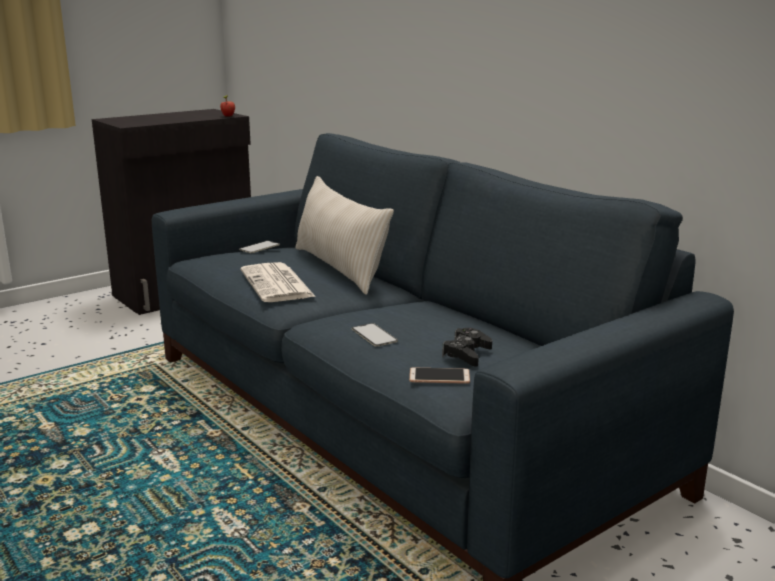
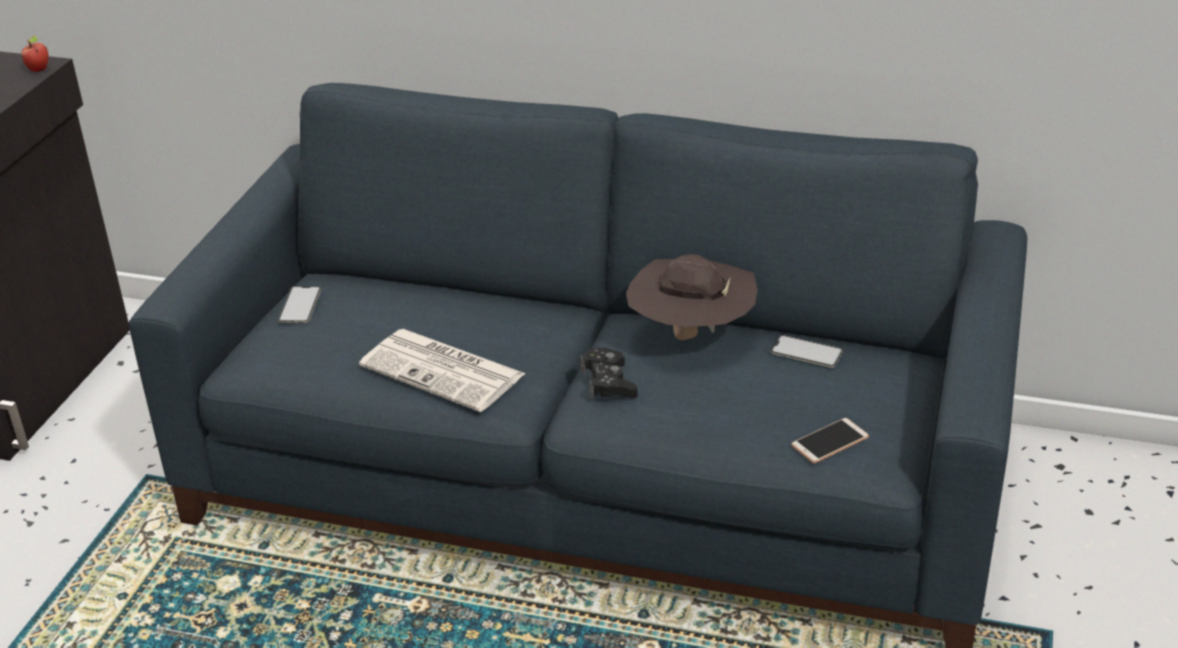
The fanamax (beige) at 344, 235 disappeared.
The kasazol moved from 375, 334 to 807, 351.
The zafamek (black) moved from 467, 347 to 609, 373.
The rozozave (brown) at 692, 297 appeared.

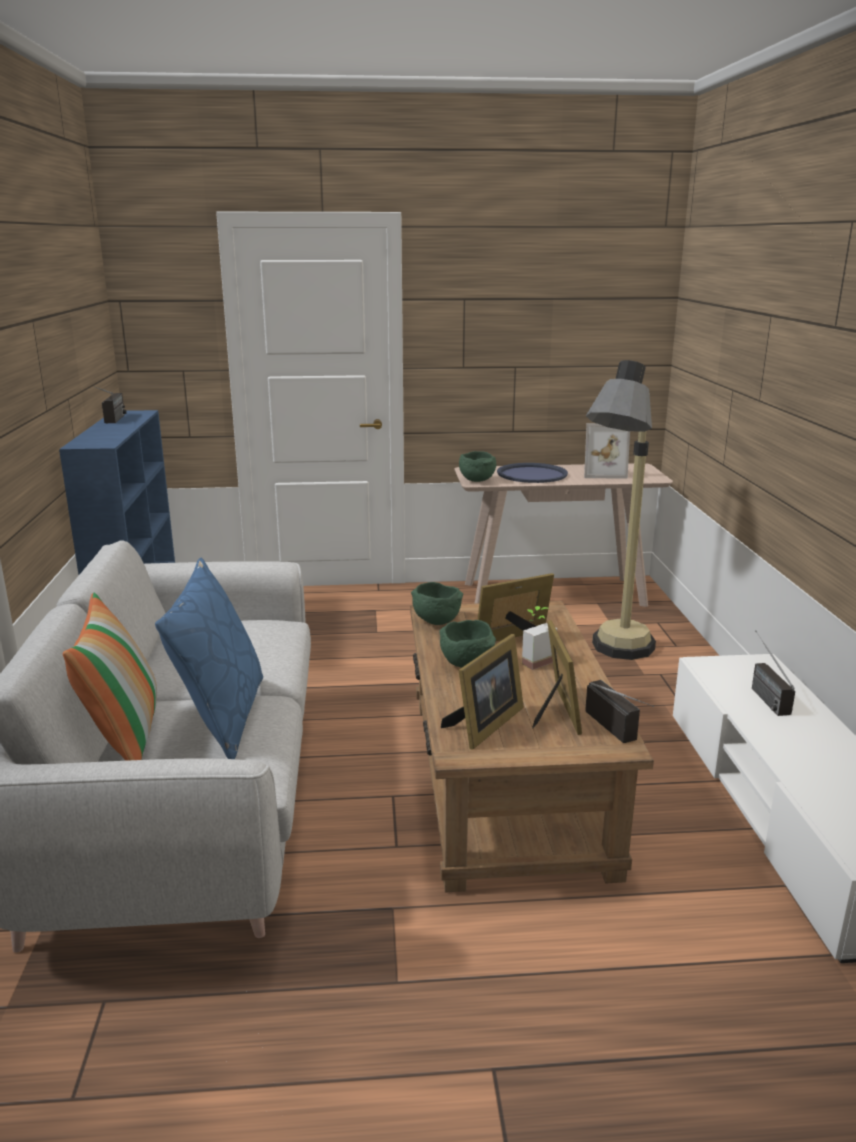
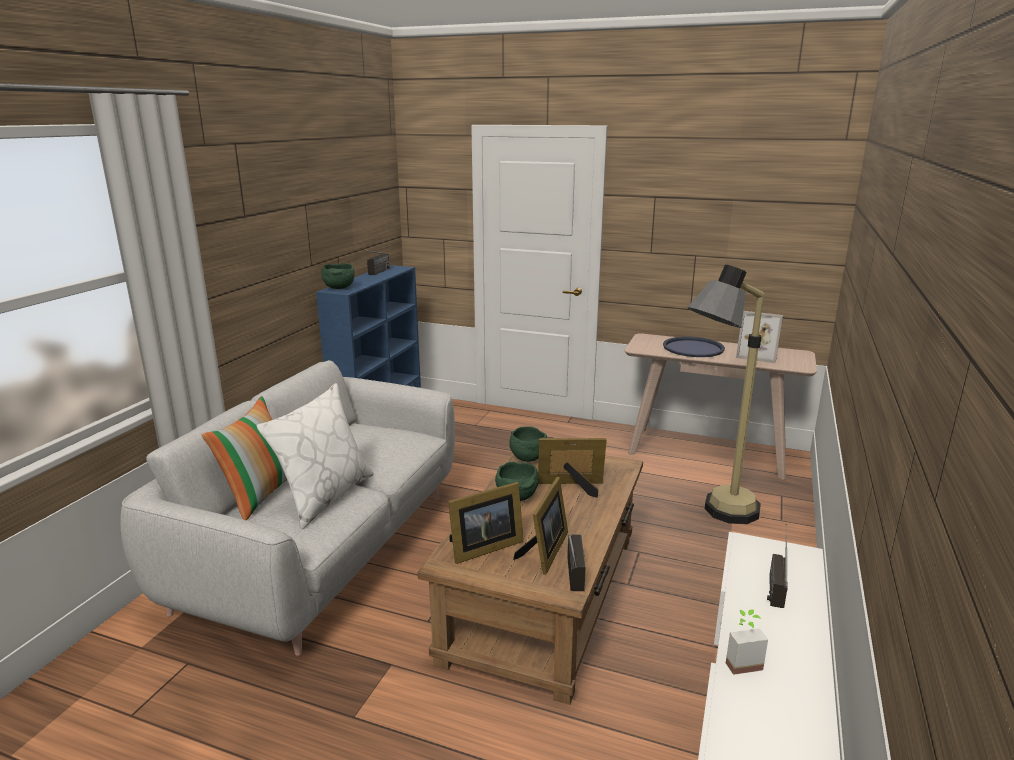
The fanamax (blue) at 209, 658 became the fanamax (white) at 315, 456.
The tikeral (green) moved from 478, 466 to 338, 276.
The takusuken moved from 539, 638 to 747, 642.

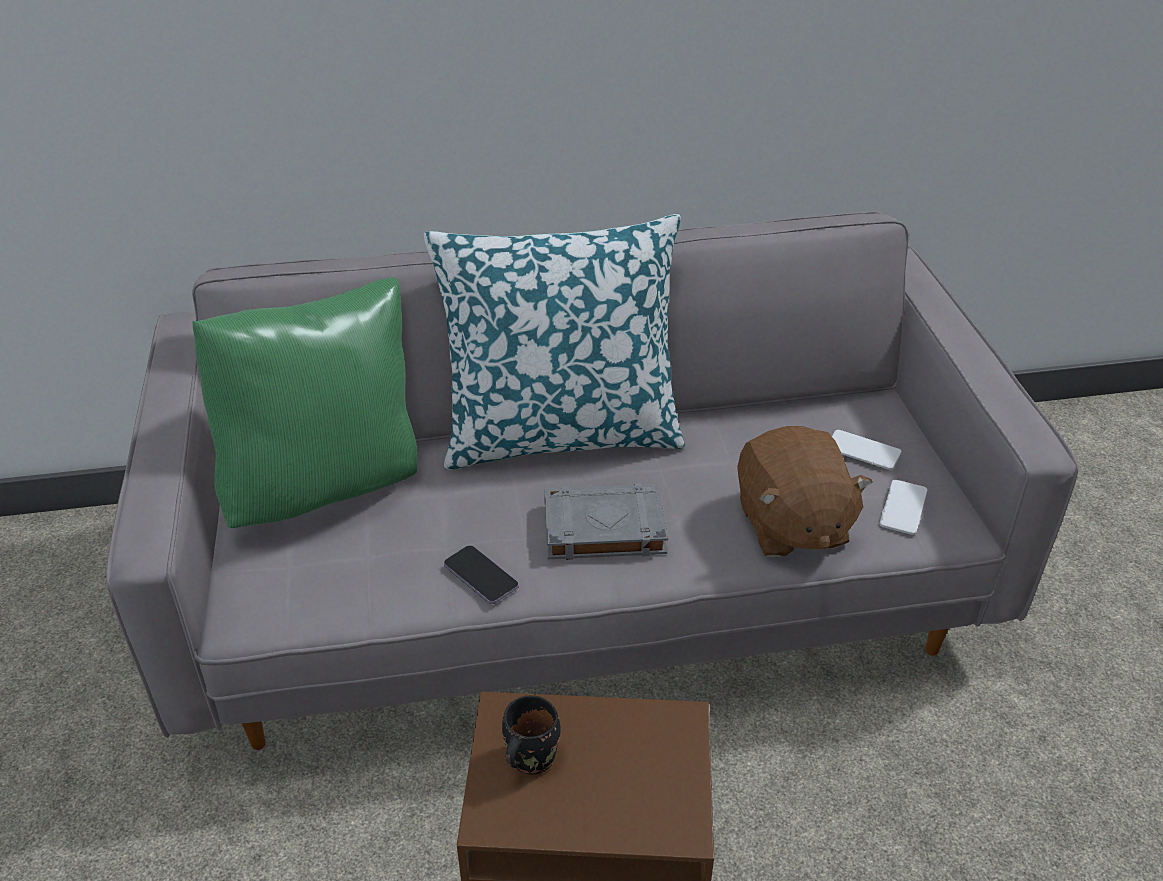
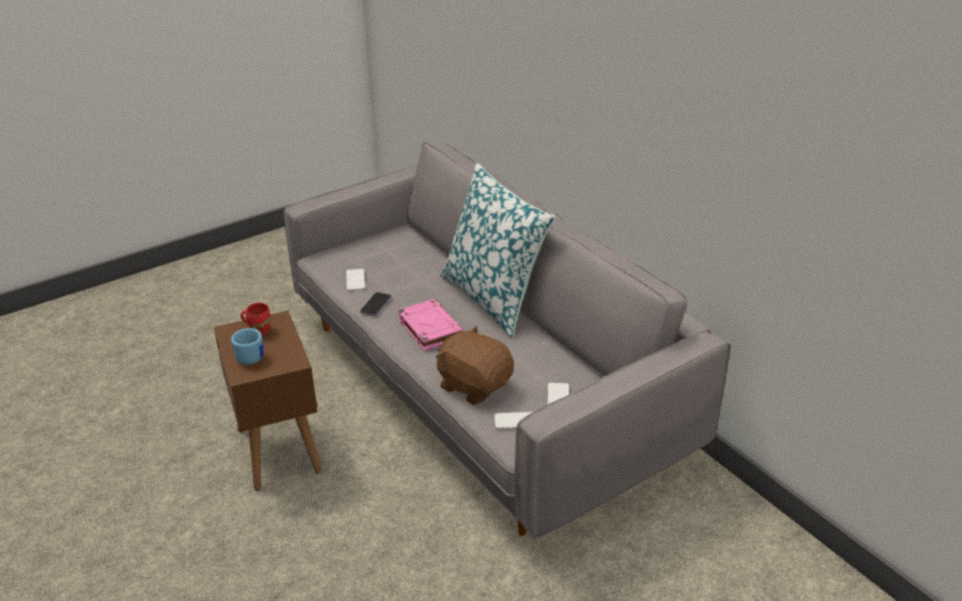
The fanamax (green) at 305, 402 disappeared.
The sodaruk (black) at 531, 734 became the sodaruk (red) at 255, 319.
The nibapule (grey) at 606, 521 became the nibapule (pink) at 430, 325.
The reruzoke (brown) at 805, 492 turned 75 degrees clockwise.
The sodaruk (blue) at 247, 346 appeared.
The kasazol at 355, 279 appeared.

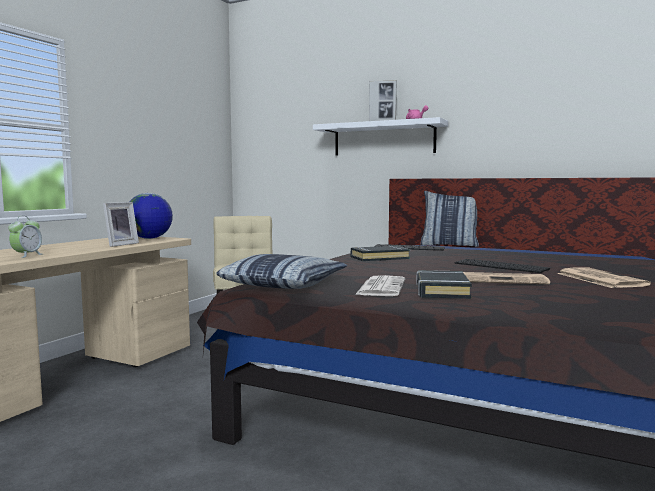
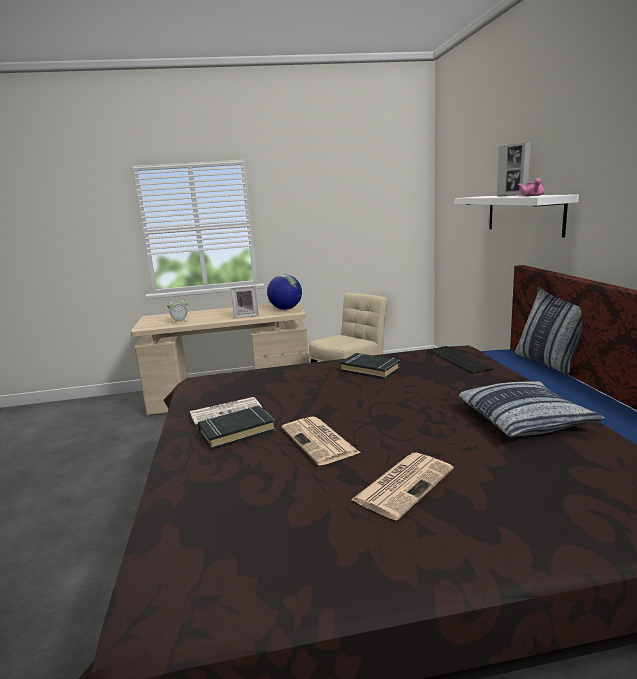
The fanamax moved from 282, 271 to 532, 409.
The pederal at 502, 266 disappeared.

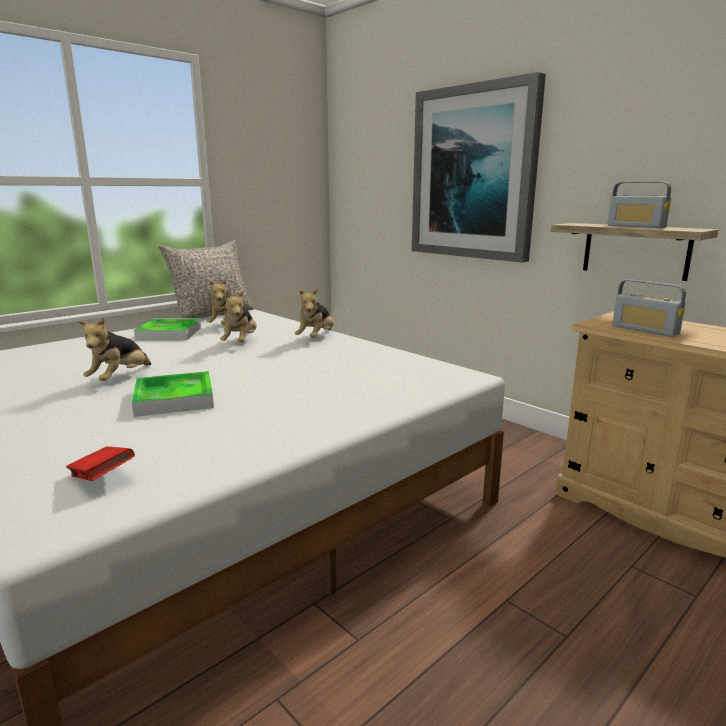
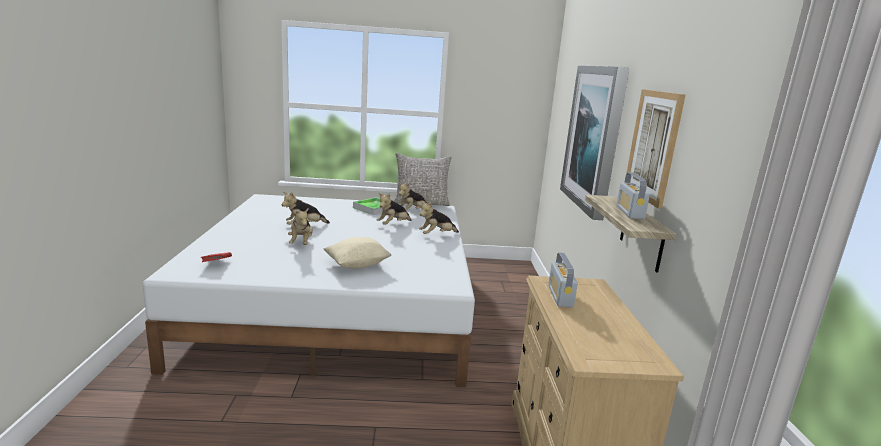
The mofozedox at 173, 394 was replaced by the reruzoke at 300, 226.
The fanamax (beige) at 357, 253 appeared.
The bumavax at 656, 149 appeared.

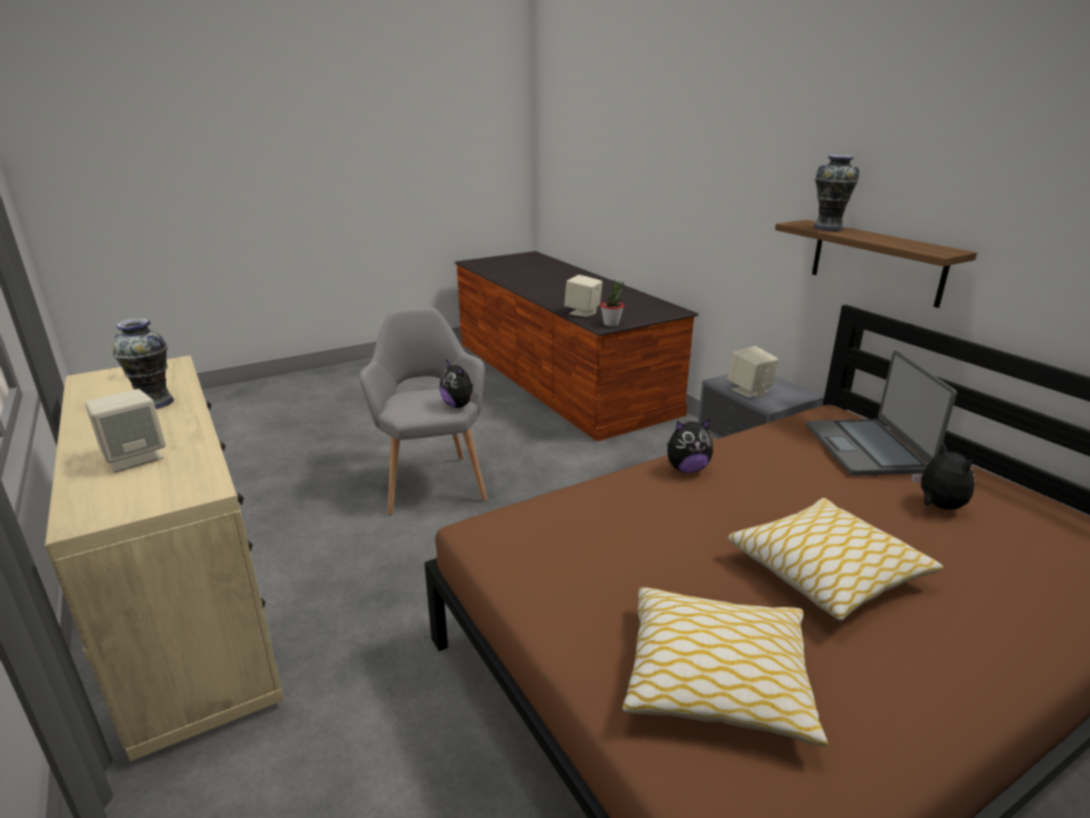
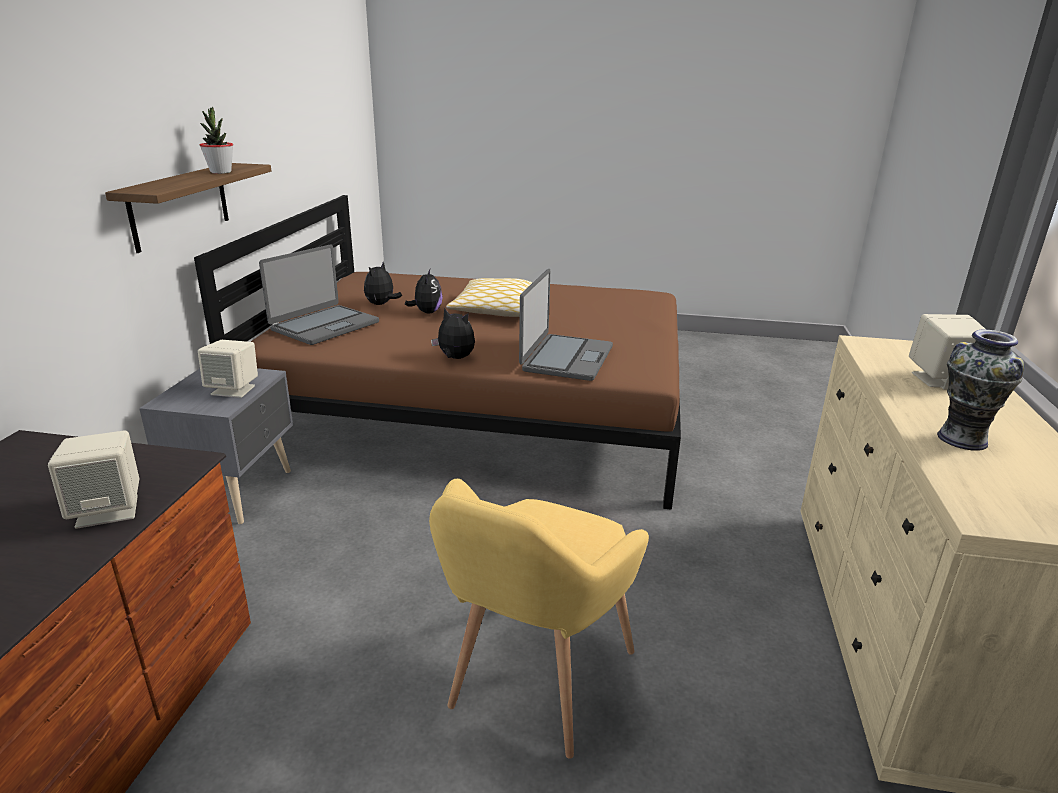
The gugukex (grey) at 423, 411 became the gugukex (yellow) at 539, 619.
The reruzoke moved from 459, 384 to 423, 291.
The takusuken moved from 612, 303 to 216, 140.
The fanamax at 725, 667 disappeared.
The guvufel at 836, 193 disappeared.
The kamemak at 566, 325 appeared.

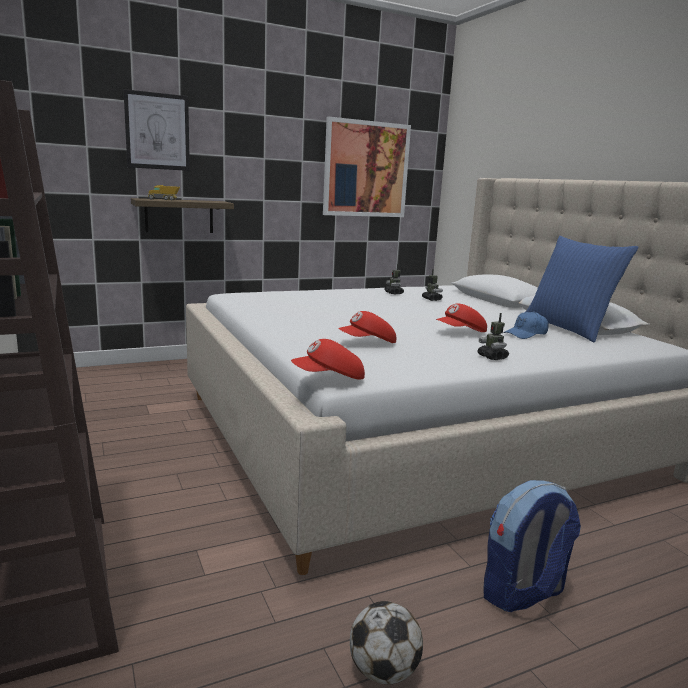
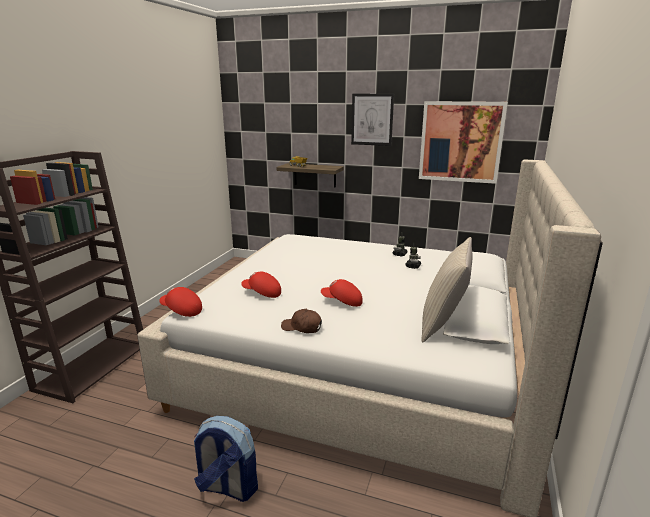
The bumavax moved from 156, 130 to 372, 120.
The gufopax at 386, 643 disappeared.
The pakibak at 493, 336 was replaced by the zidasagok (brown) at 301, 321.
The zidasagok (blue) at 525, 325 disappeared.
The fanamax (blue) at 582, 289 became the fanamax (beige) at 447, 289.

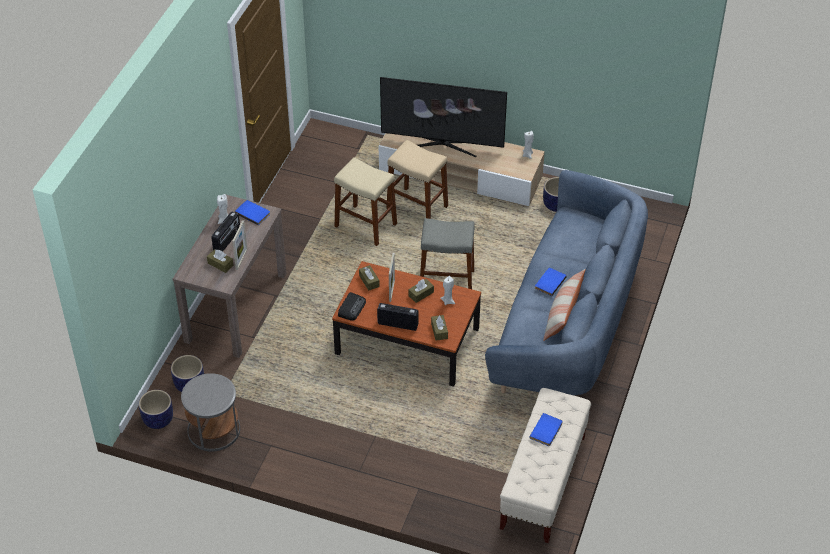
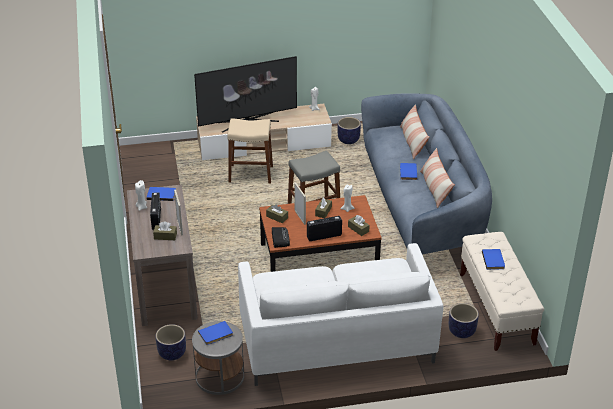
The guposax moved from 156, 409 to 464, 320.
The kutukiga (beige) at 365, 201 disappeared.
The nibapule (blue) at 215, 333 appeared.
The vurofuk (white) at 340, 314 appeared.
The fanamax at 414, 131 appeared.

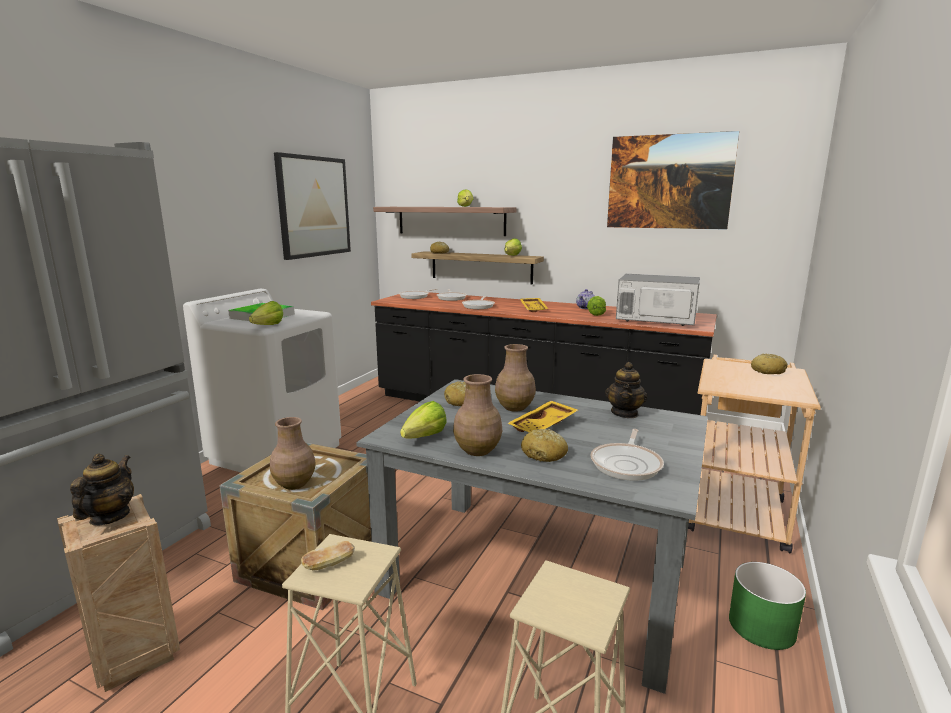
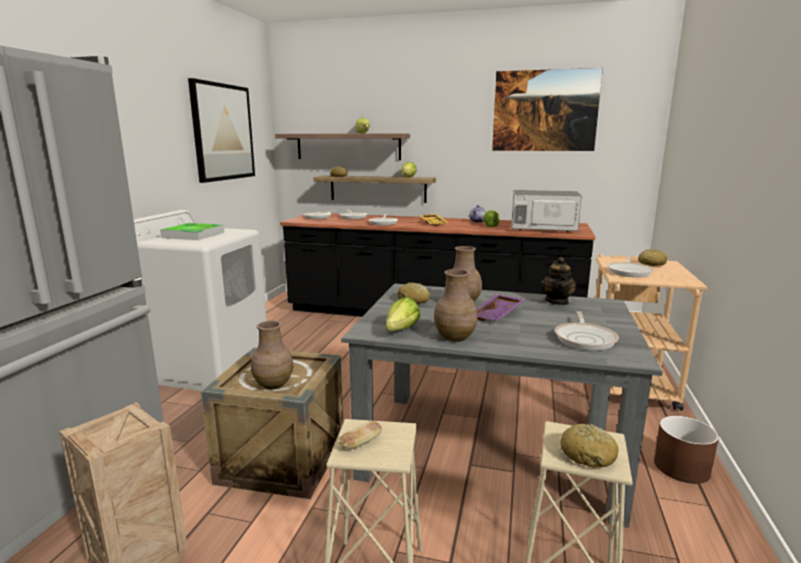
The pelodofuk at 102, 490 disappeared.
The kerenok at 266, 313 disappeared.
The mofozedox (yellow) at 542, 416 became the mofozedox (purple) at 501, 307.
The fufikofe moved from 544, 445 to 589, 446.
The guposax (green) at 767, 606 became the guposax (brown) at 686, 450.
The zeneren at 630, 266 appeared.

